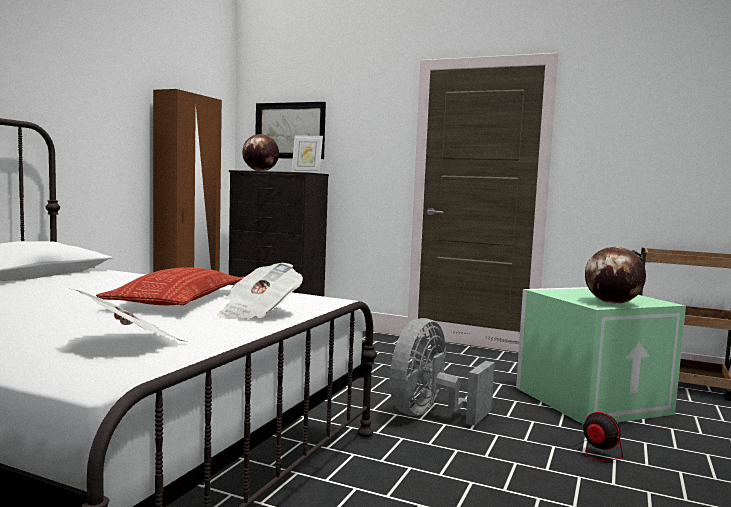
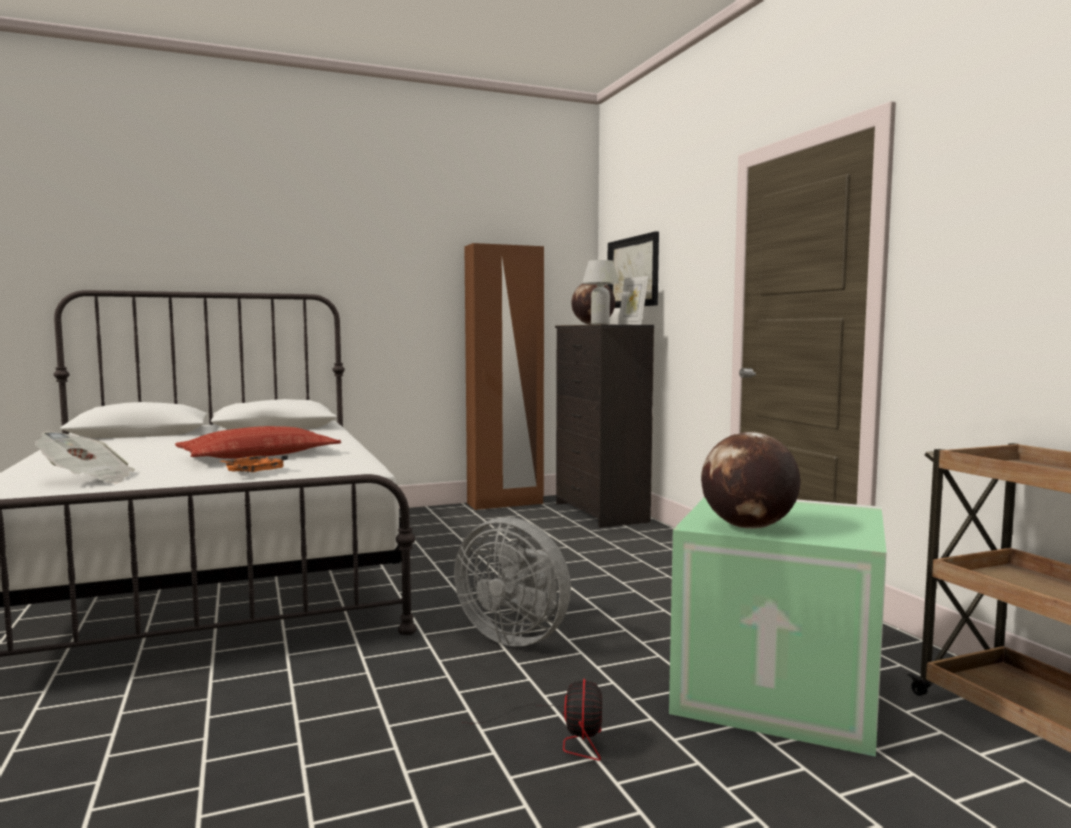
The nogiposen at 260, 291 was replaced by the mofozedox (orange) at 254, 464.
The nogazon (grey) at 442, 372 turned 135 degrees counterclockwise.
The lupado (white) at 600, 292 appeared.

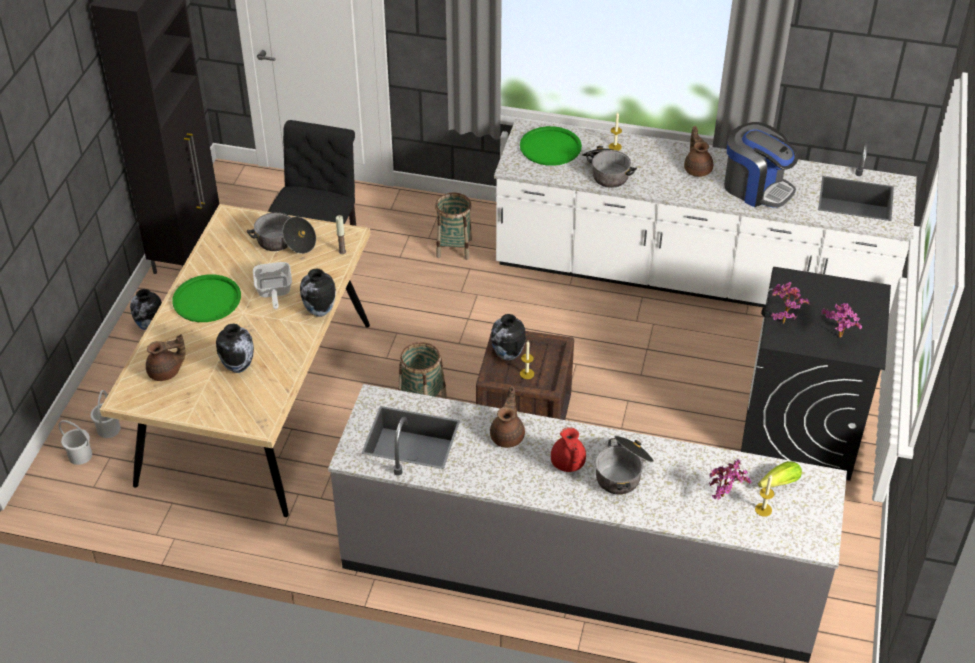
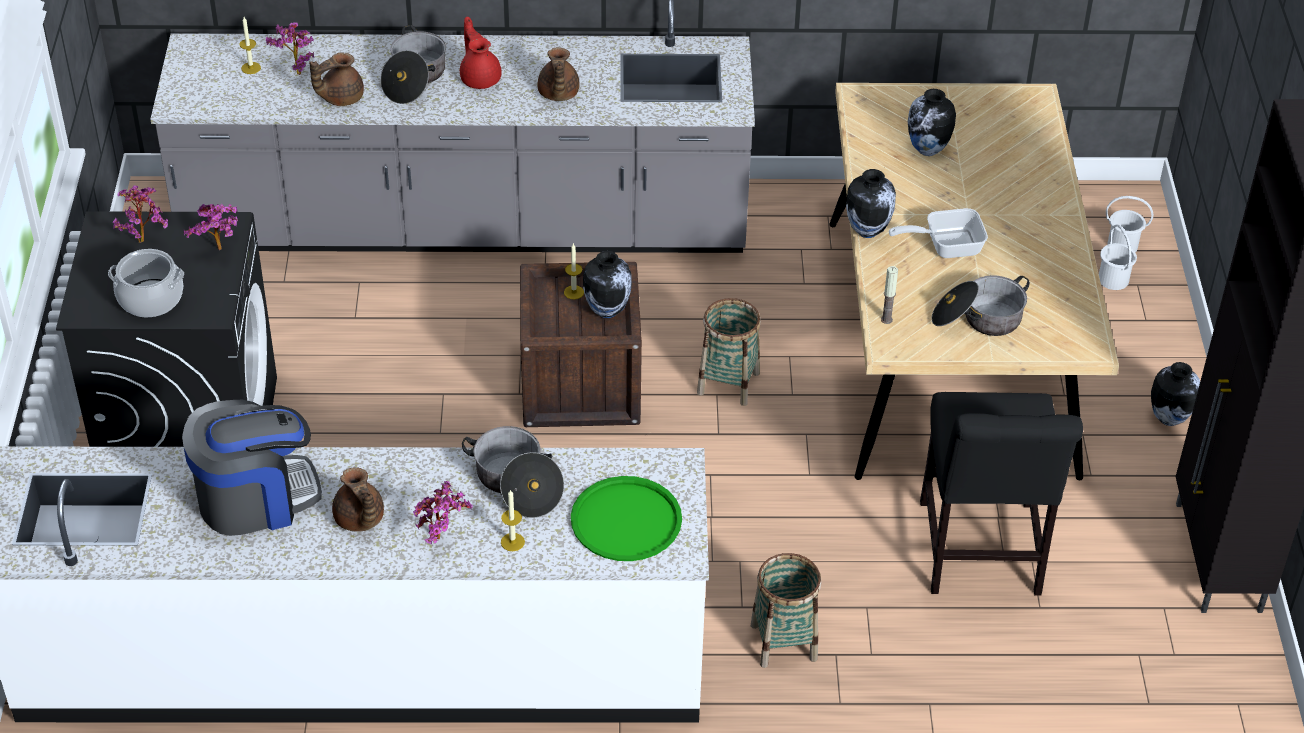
The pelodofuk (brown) moved from 166, 357 to 336, 79.
The mofozedox (green) at 206, 298 disappeared.
The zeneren at 272, 285 turned 75 degrees counterclockwise.
The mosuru at 761, 165 turned 135 degrees clockwise.
The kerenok at 780, 474 disappeared.
The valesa at 146, 283 appeared.
The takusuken at 443, 512 appeared.

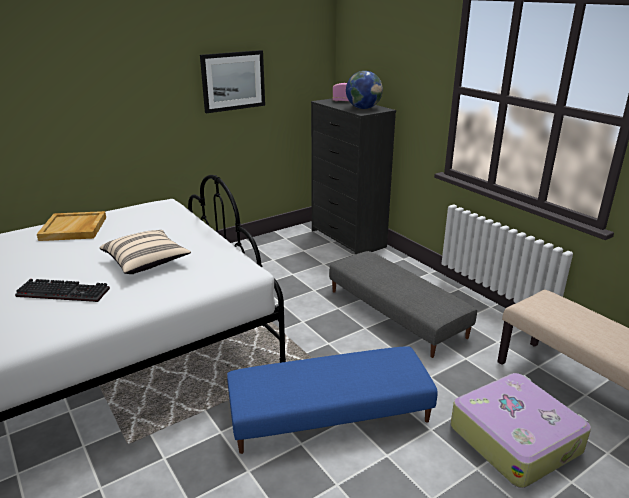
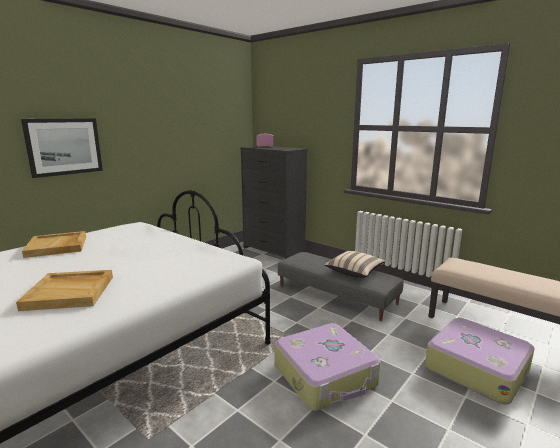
The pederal at 62, 290 was replaced by the mofozedox (beige) at 64, 290.
The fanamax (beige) moved from 145, 252 to 355, 264.
The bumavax moved from 232, 81 to 62, 148.
The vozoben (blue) at 332, 400 was replaced by the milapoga at 327, 367.
The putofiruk at 364, 90 disappeared.

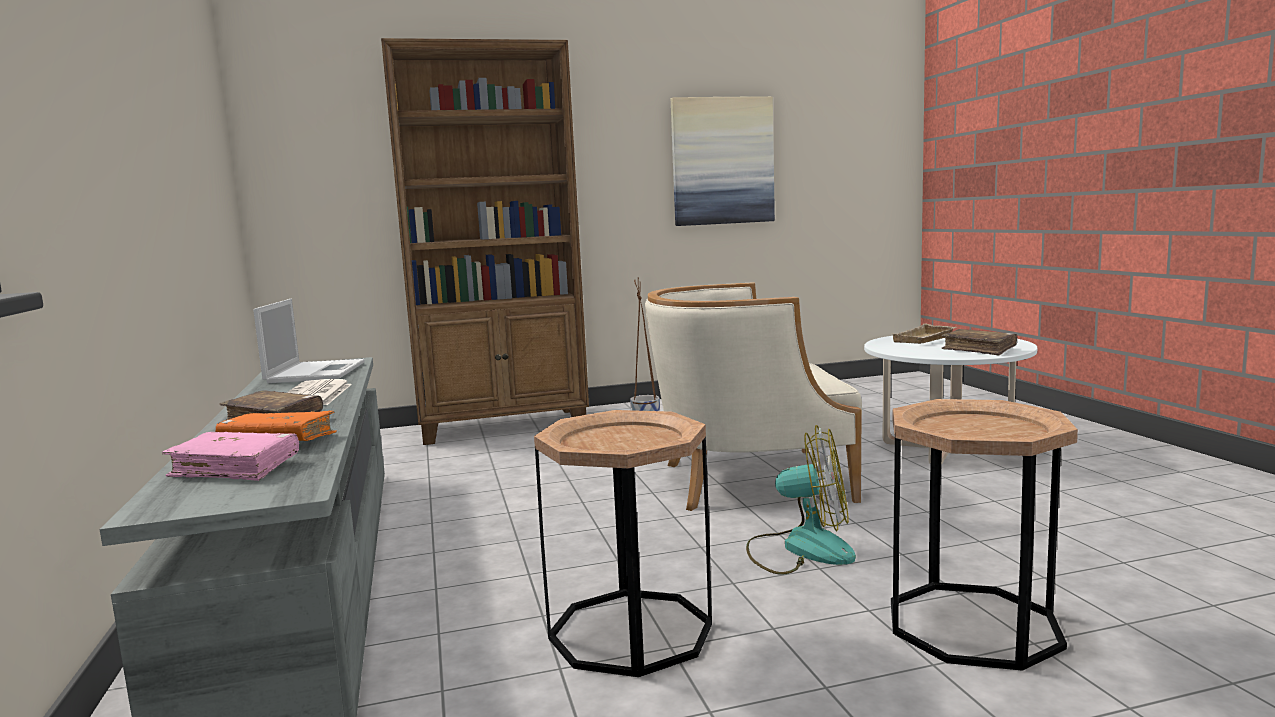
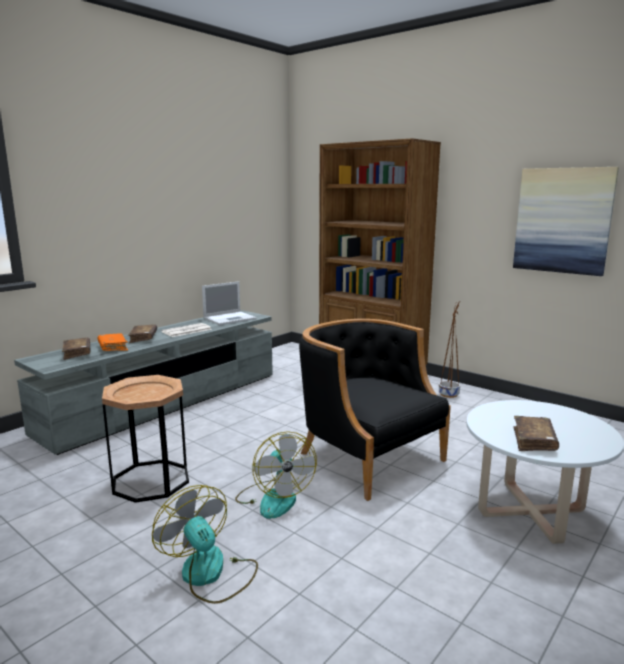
The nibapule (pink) at 230, 456 became the nibapule (brown) at 76, 348.
The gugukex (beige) at 753, 396 became the gugukex (black) at 375, 410.
The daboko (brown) at 984, 535 was replaced by the nogazon at 205, 544.
The mofozedox (beige) at 924, 334 disappeared.

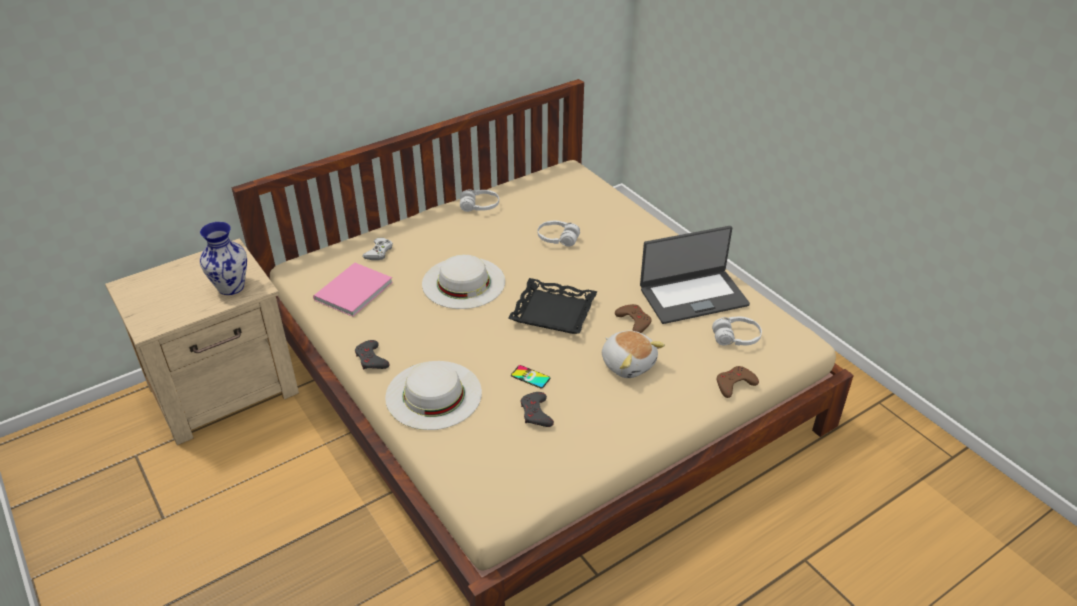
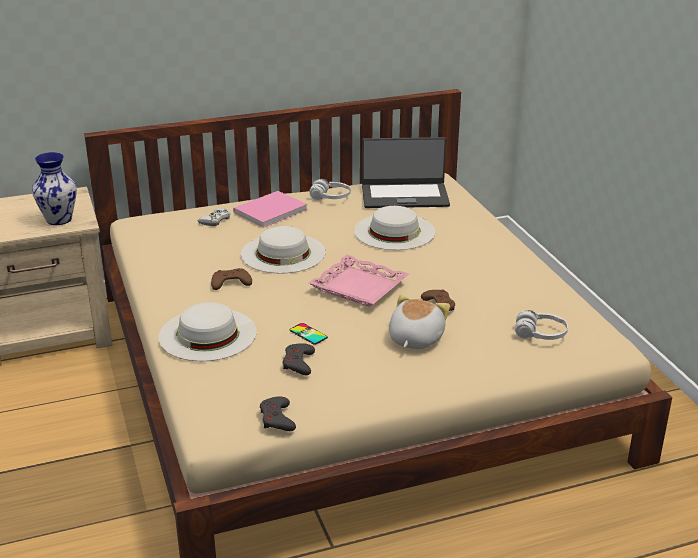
The nibapule (pink) moved from 353, 290 to 270, 209.
The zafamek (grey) moved from 372, 355 to 278, 413.
The mofozedox (black) at 553, 306 became the mofozedox (pink) at 359, 281.
The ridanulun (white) at 559, 234 was replaced by the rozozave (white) at 394, 228.
The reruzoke at 633, 354 turned 135 degrees counterclockwise.
The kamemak moved from 695, 275 to 406, 172.
The zafamek (brown) moved from 738, 382 to 231, 279.

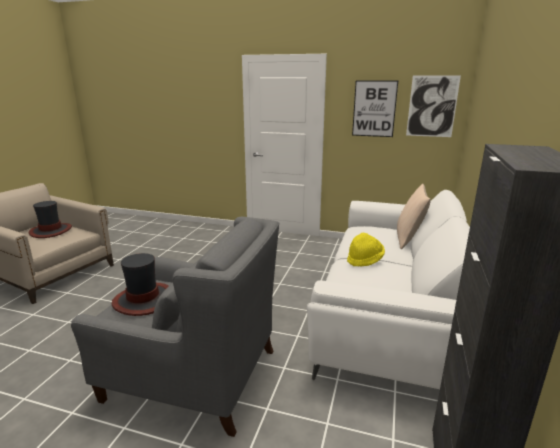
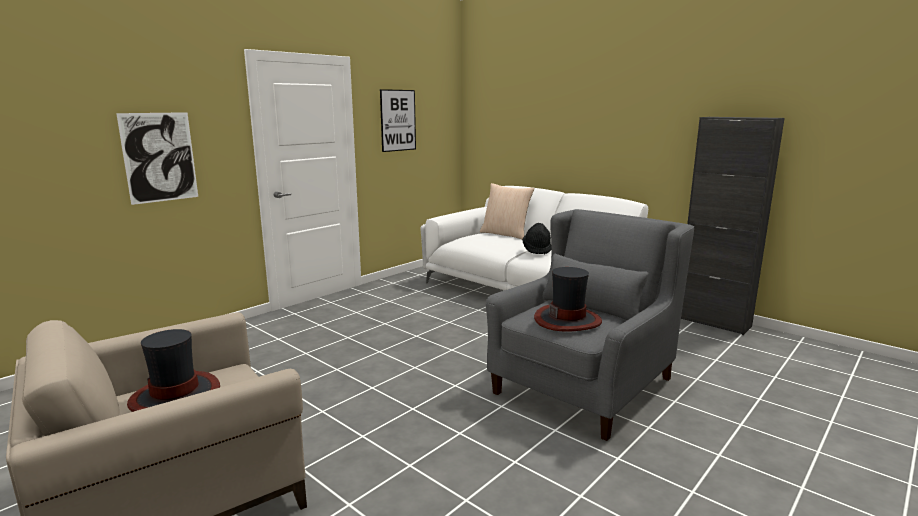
The rozozave (yellow) at 366, 249 became the rozozave (black) at 536, 239.
The bumavax moved from 433, 106 to 157, 158.

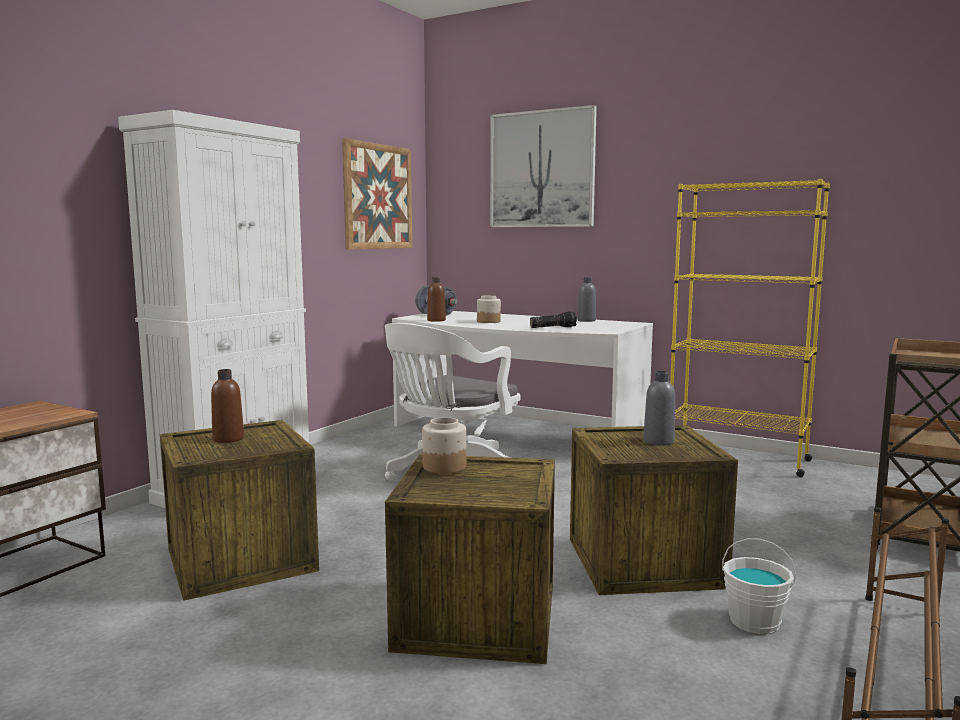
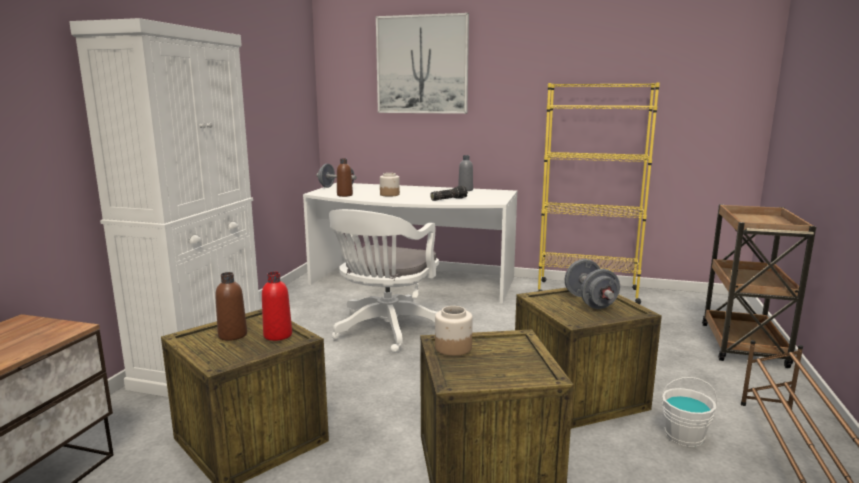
The bumavax at 377, 193 disappeared.
The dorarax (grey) at 659, 408 was replaced by the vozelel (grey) at 592, 284.
The dorarax (red) at 277, 306 appeared.

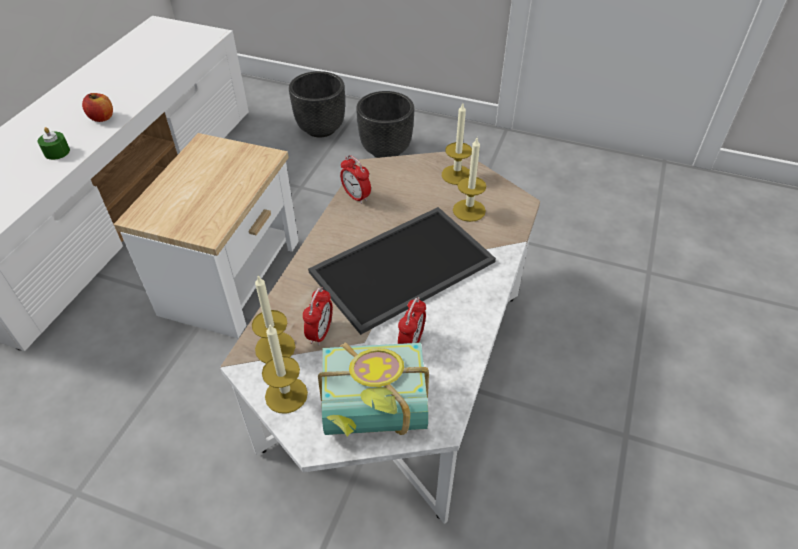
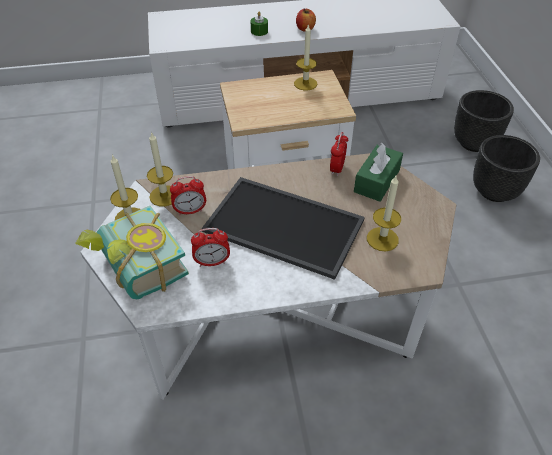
The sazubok moved from 457, 144 to 305, 57.
The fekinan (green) at 378, 172 appeared.

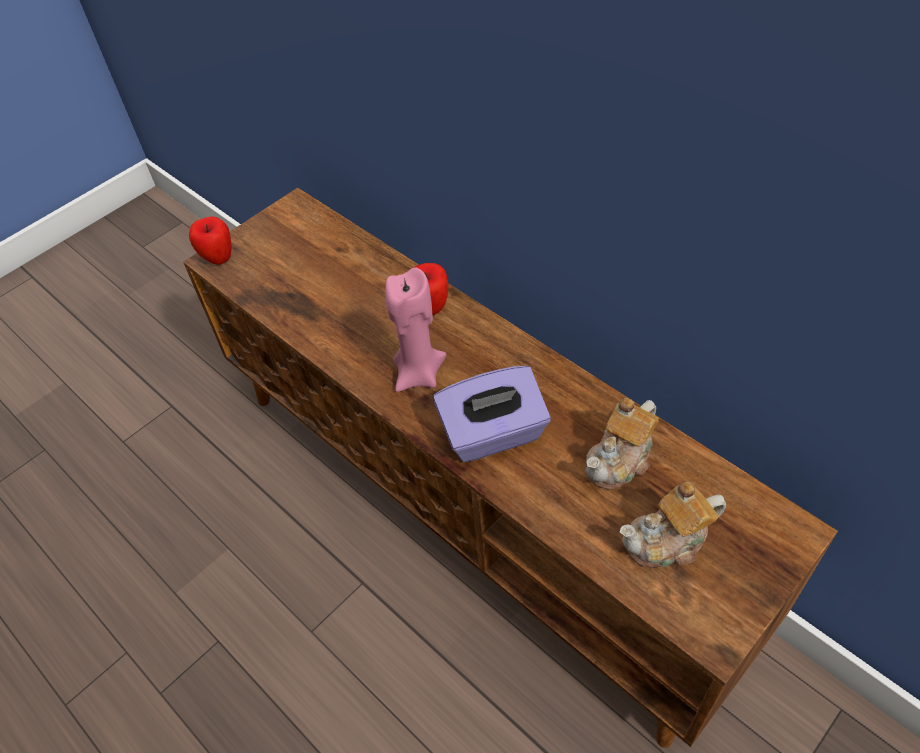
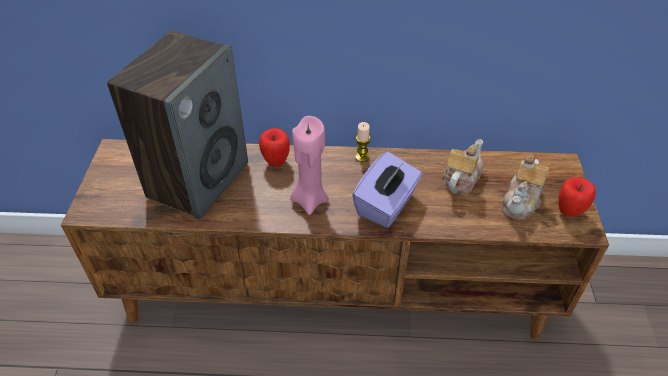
The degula moved from 210, 240 to 577, 197.
The pelodofuk at 621, 444 turned 150 degrees counterclockwise.
The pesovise at 177, 125 appeared.
The sazubok at 362, 142 appeared.

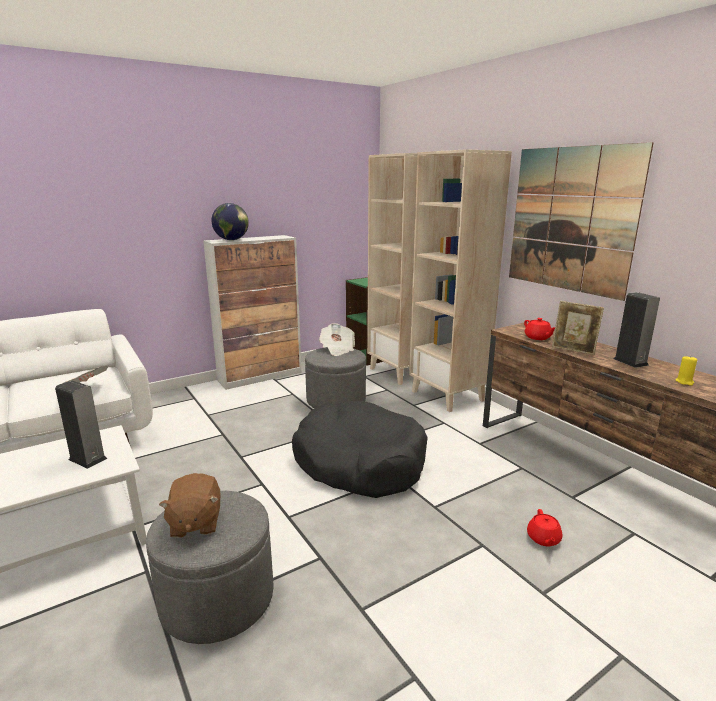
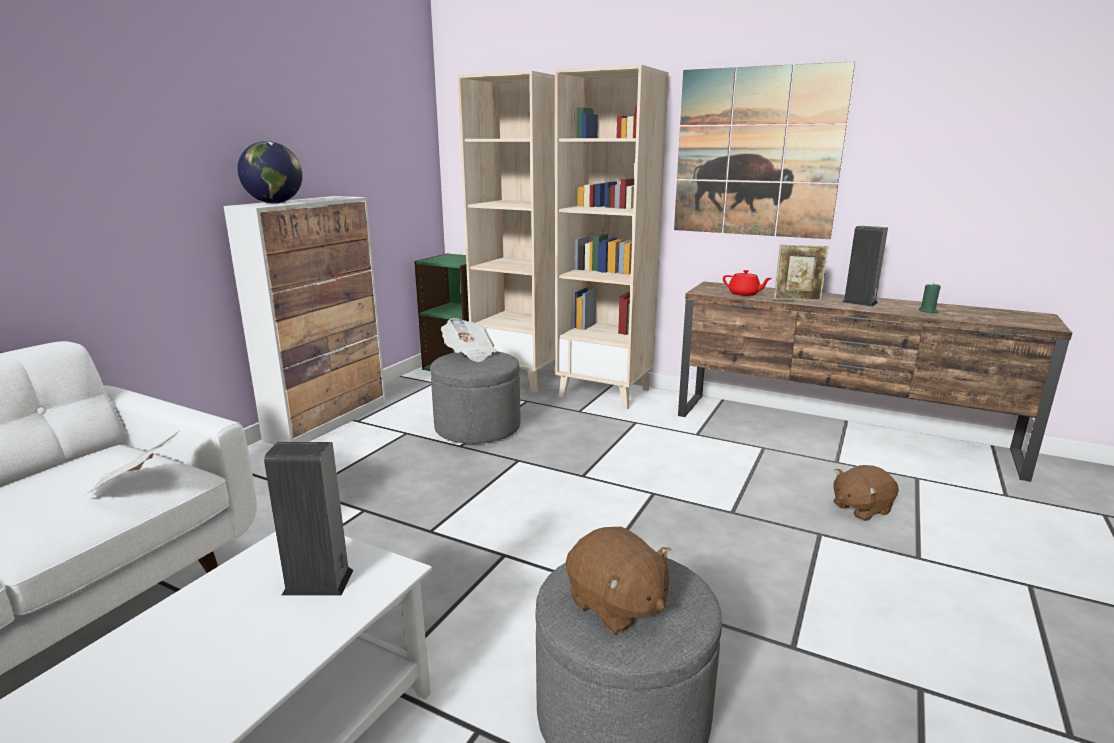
The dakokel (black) at 360, 449 disappeared.
The pelodofuk (red) at 544, 527 was replaced by the reruzoke (brown) at 866, 493.
The sazubok (yellow) at 686, 371 became the sazubok (green) at 930, 297.

